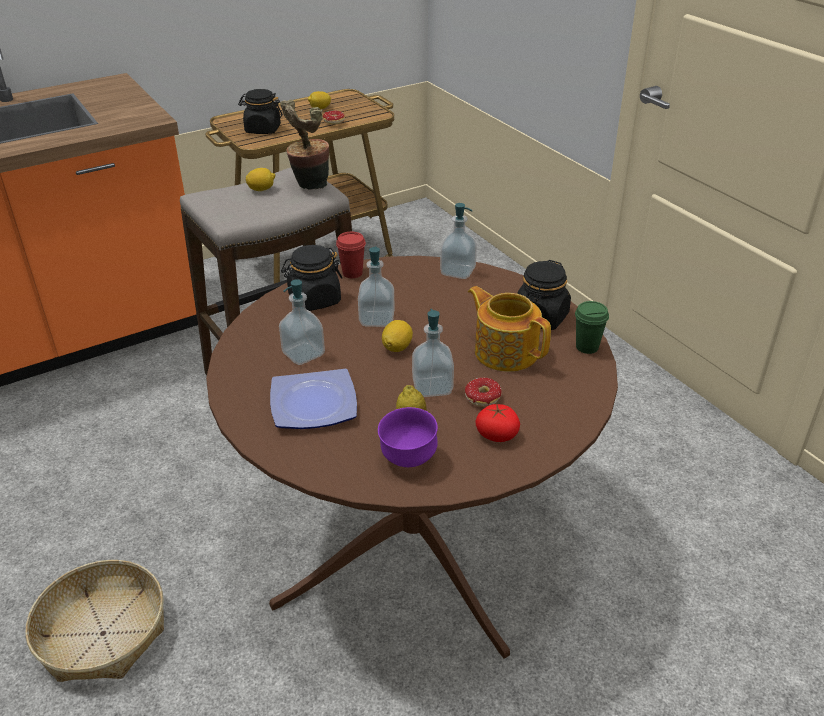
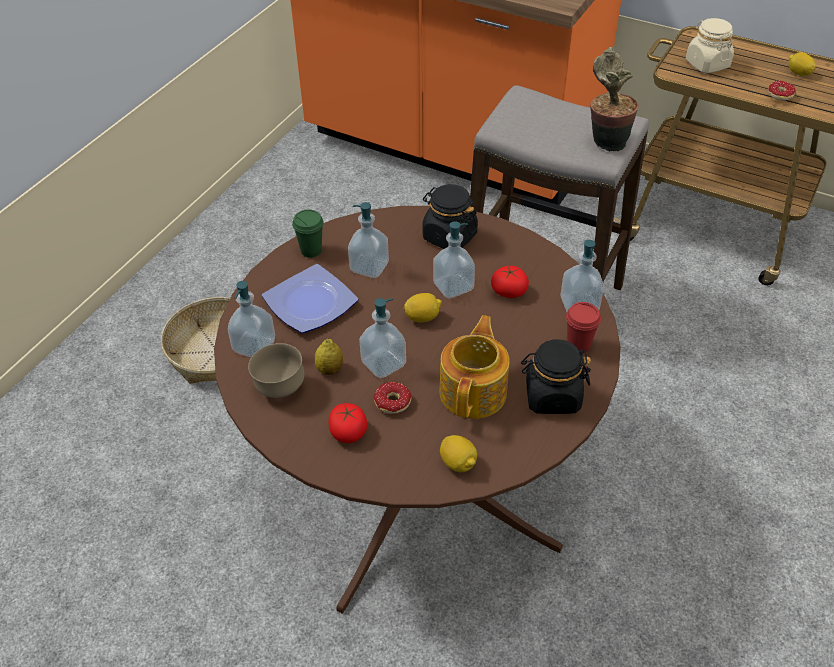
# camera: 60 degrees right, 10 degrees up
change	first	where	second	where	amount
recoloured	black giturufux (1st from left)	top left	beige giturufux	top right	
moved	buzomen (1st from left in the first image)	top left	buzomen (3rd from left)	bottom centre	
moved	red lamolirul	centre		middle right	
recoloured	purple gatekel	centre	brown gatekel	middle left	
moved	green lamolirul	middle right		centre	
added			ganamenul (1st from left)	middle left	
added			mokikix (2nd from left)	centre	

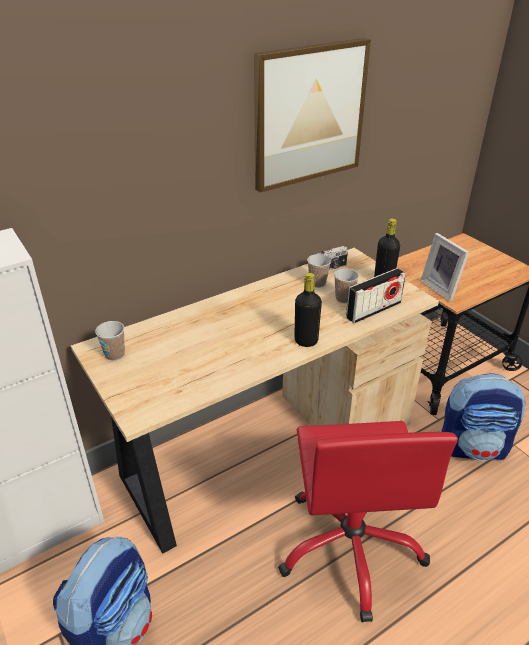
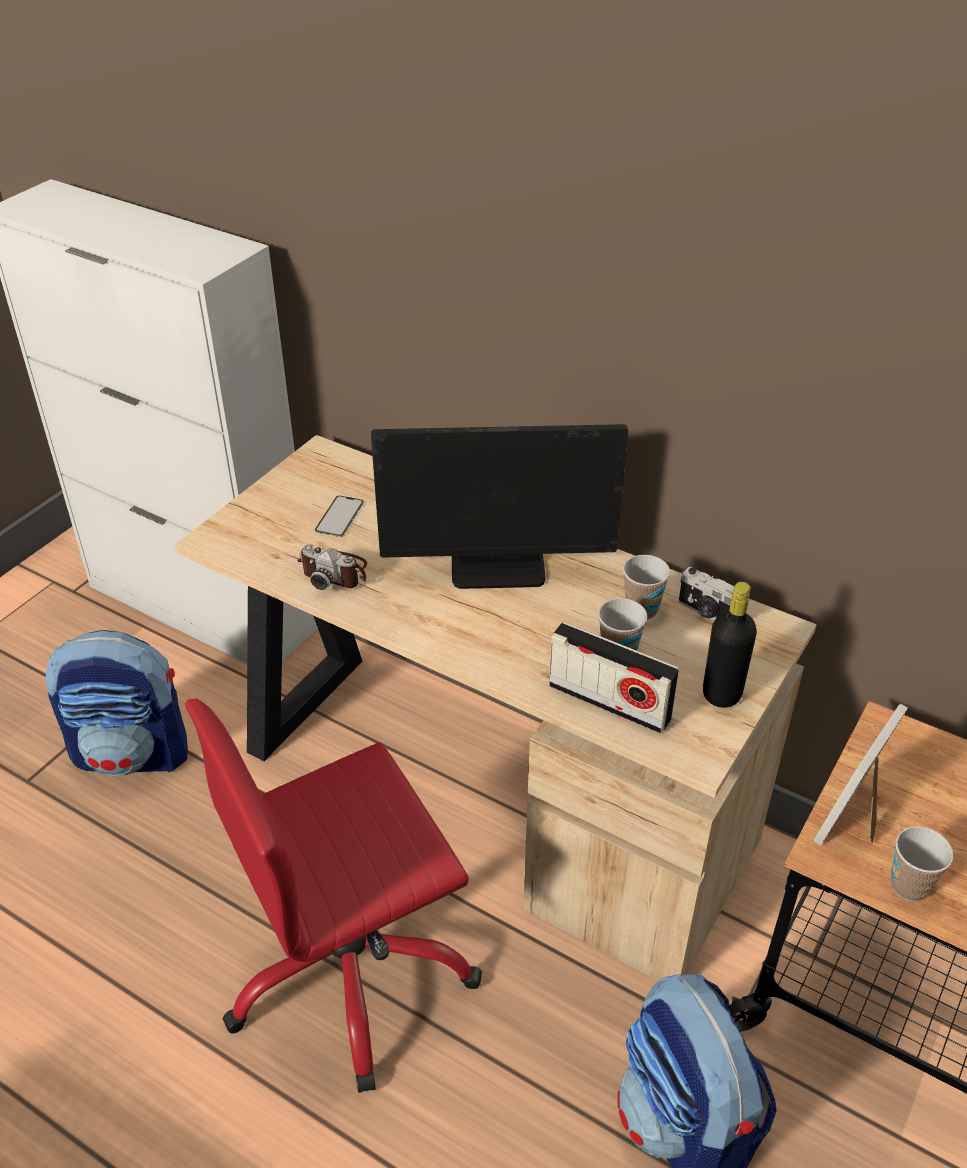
# camera: 65 degrees right, 5 degrees up
change	first	where	second	where	amount
moved	lamolirul (1st from left in the first image)	middle left	lamolirul (3rd from left)	bottom right	
removed	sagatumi	top centre			
removed	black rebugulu (1st from left)	centre			
added			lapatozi (1st from left)	centre	
added			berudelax	centre	
added			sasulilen	centre	

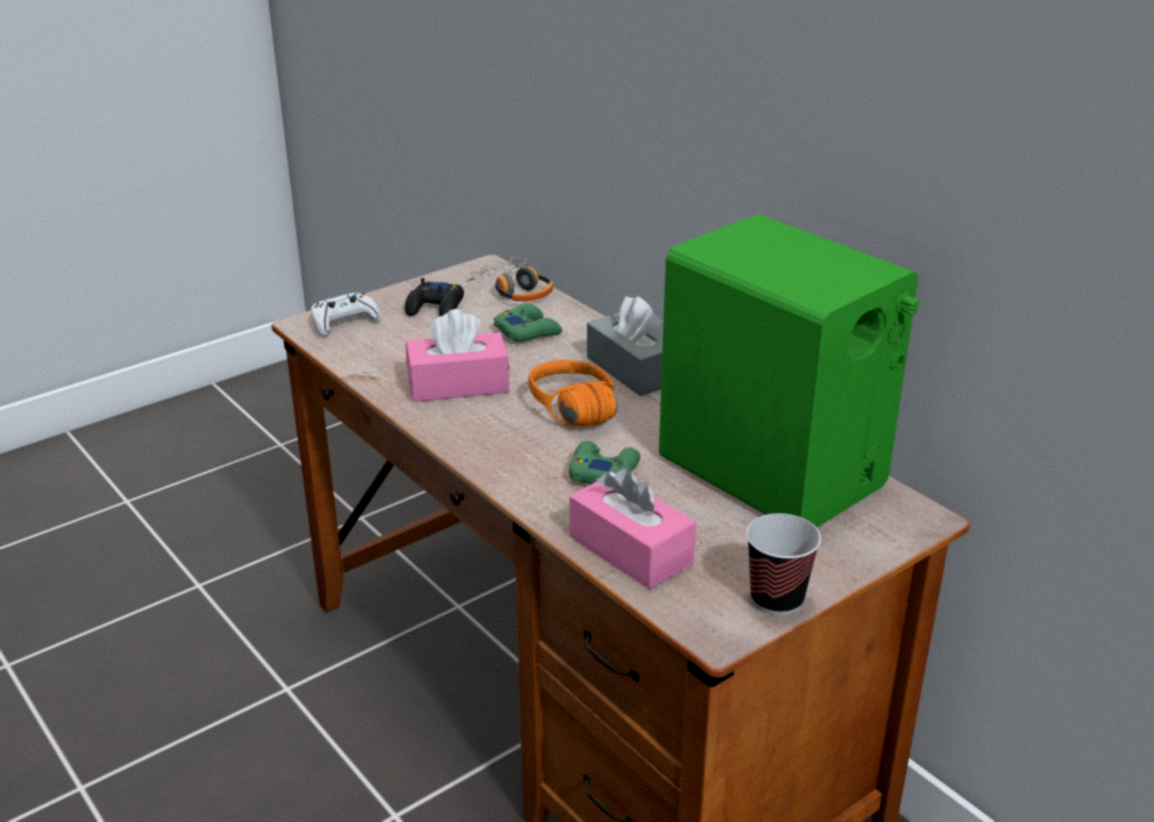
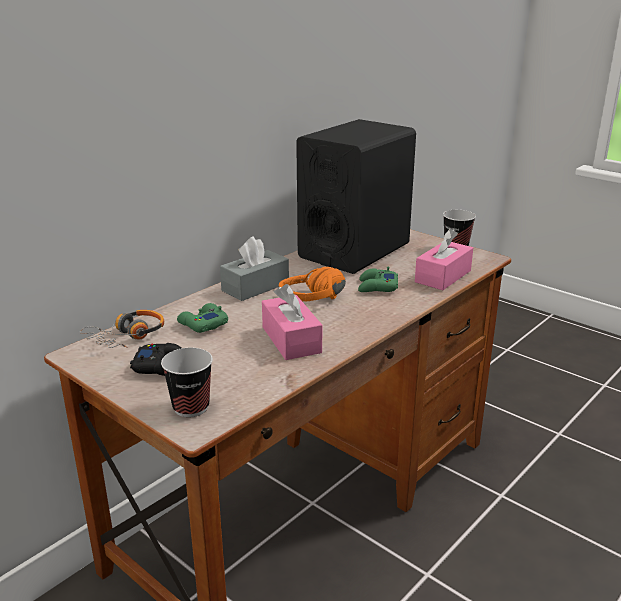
# camera: 100 degrees left, 5 degrees down
change	first	where	second	where	amount
replaced	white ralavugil	middle left	lamolirul (1st from left)	middle left	
recoloured	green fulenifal	middle right	black fulenifal	top centre	

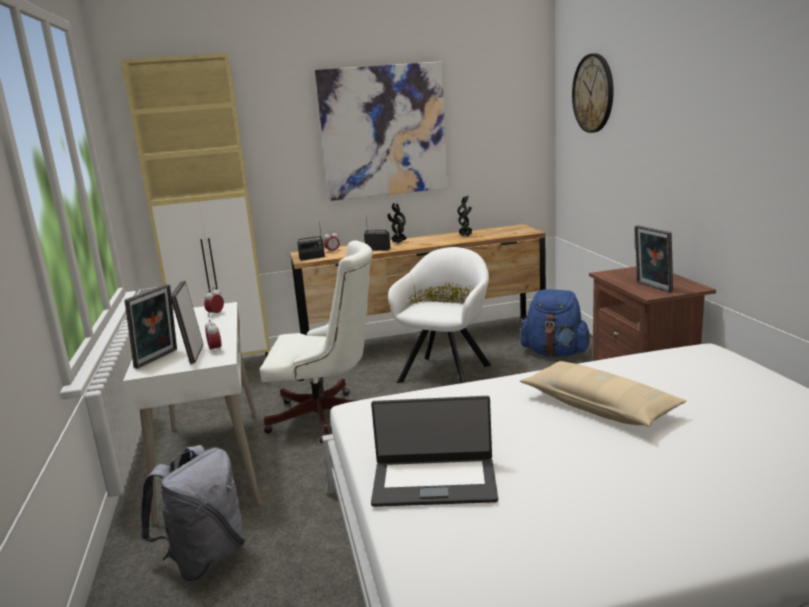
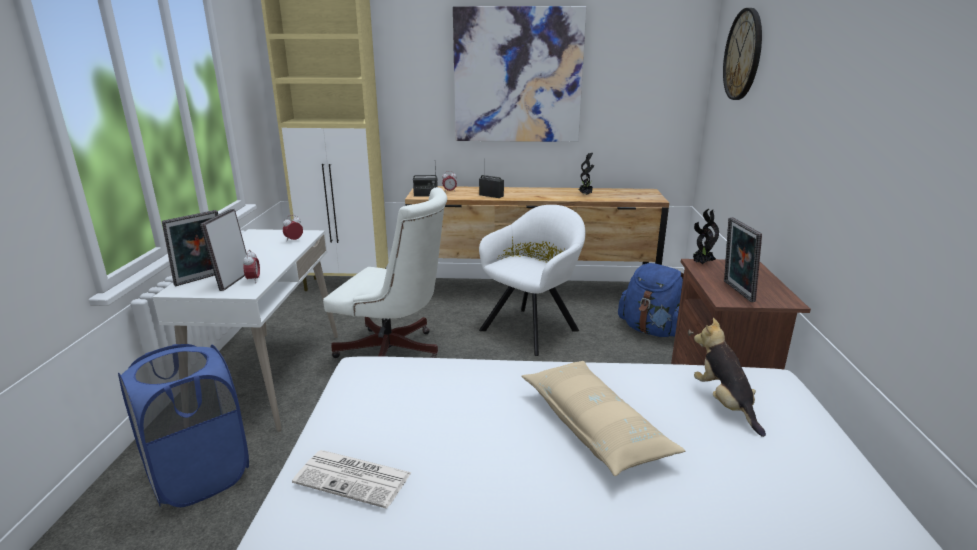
# camera: 15 degrees right, 5 degrees up
change	first	where	second	where	amount
replaced	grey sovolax	bottom left	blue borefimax	bottom left	
replaced	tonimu	bottom centre	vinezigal	bottom centre	
moved	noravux (1st from left in the first image)	centre	noravux (2nd from left)	middle right	
added			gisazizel	bottom right	

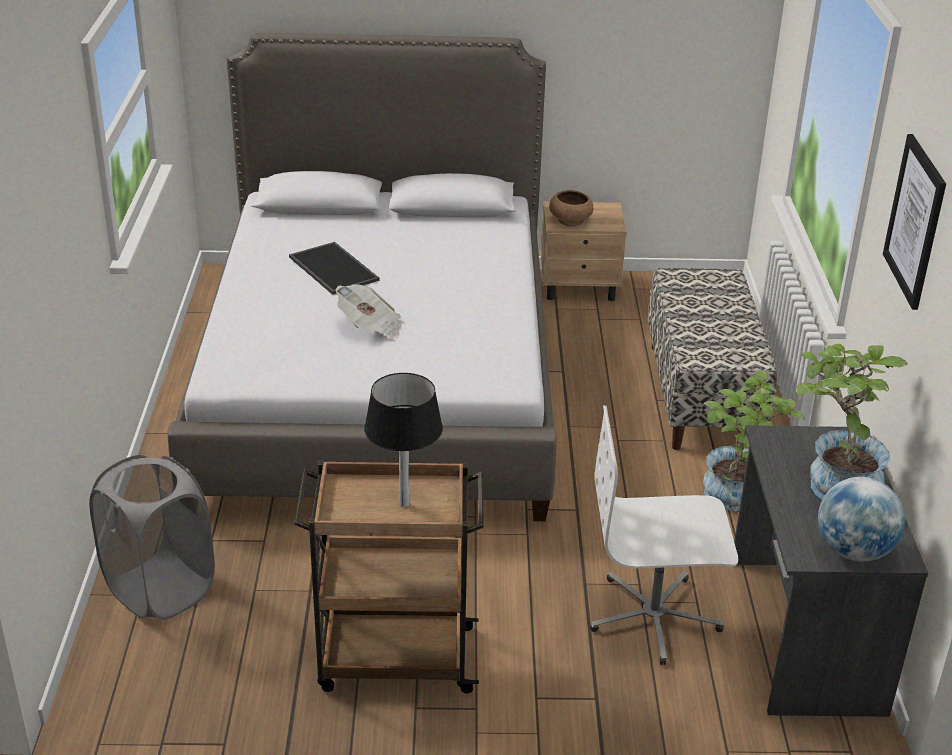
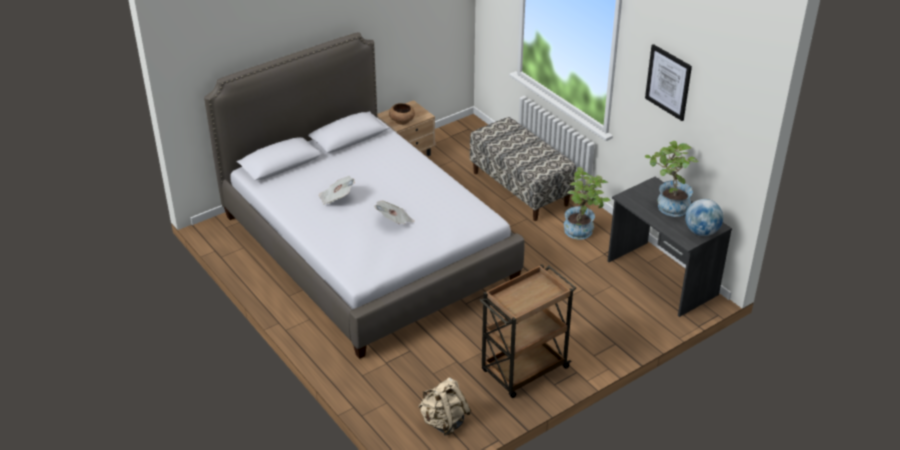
# camera: 35 degrees left, 5 degrees up
change	first	where	second	where	amount
removed	grey borefimax	bottom left			
replaced	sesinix	centre	vinezigal (1st from left)	centre	
removed	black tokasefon	centre			
removed	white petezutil	bottom right			
added			beige sovolax	bottom centre	

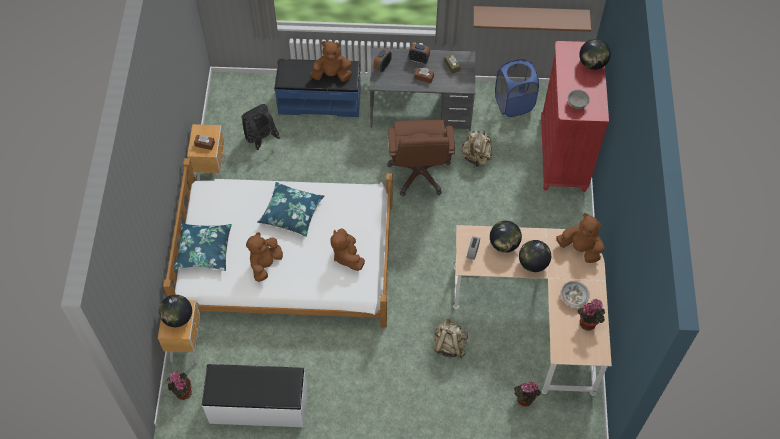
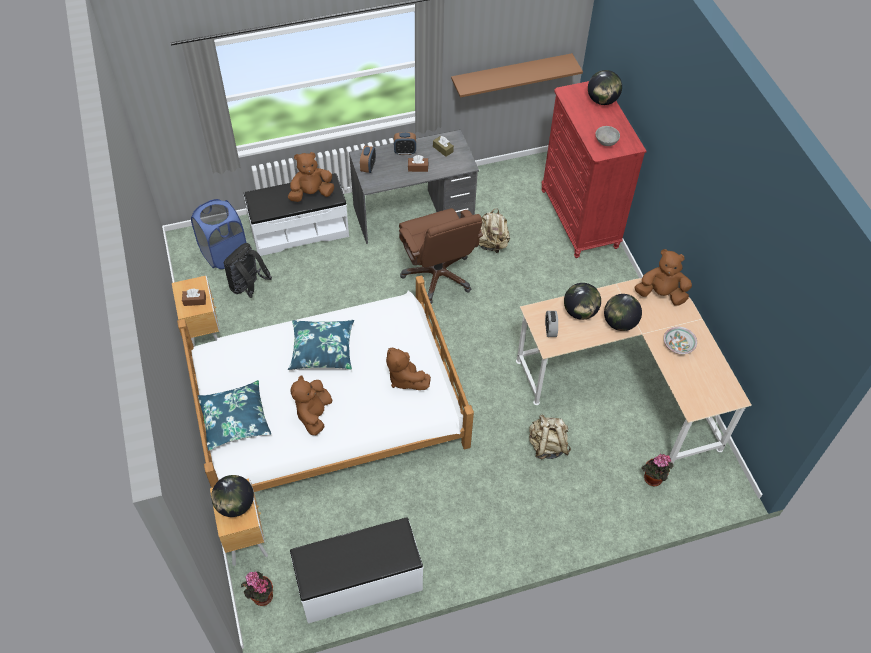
# camera: 20 degrees left, 5 degrees down
change	first	where	second	where	amount
recoloured	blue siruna	top centre	white siruna (1st from left)	top centre	
moved	blue borefimax	top centre		middle left	
removed	noravux (3rd from left)	bottom right			

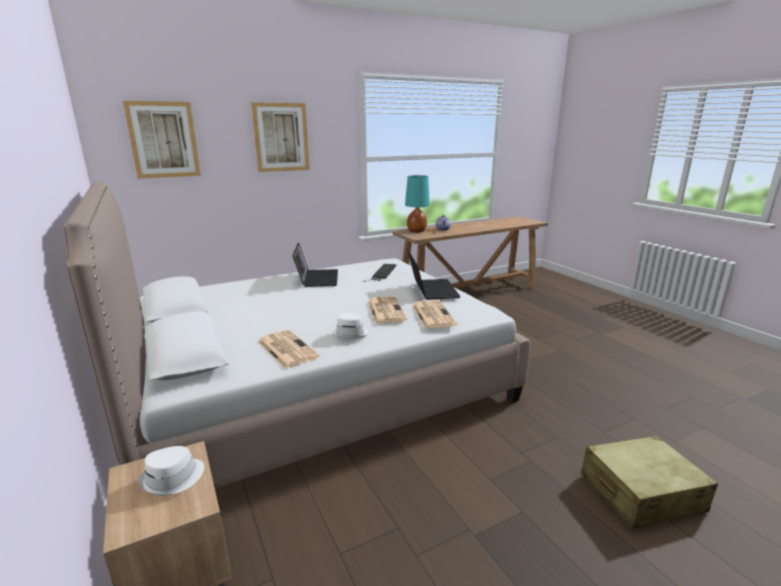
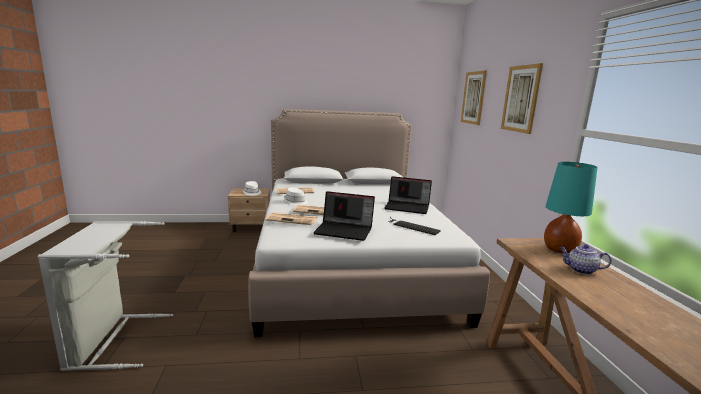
# camera: 110 degrees right, 5 degrees down
change	first	where	second	where	amount
replaced	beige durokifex	bottom right	grey borefimax	bottom left	

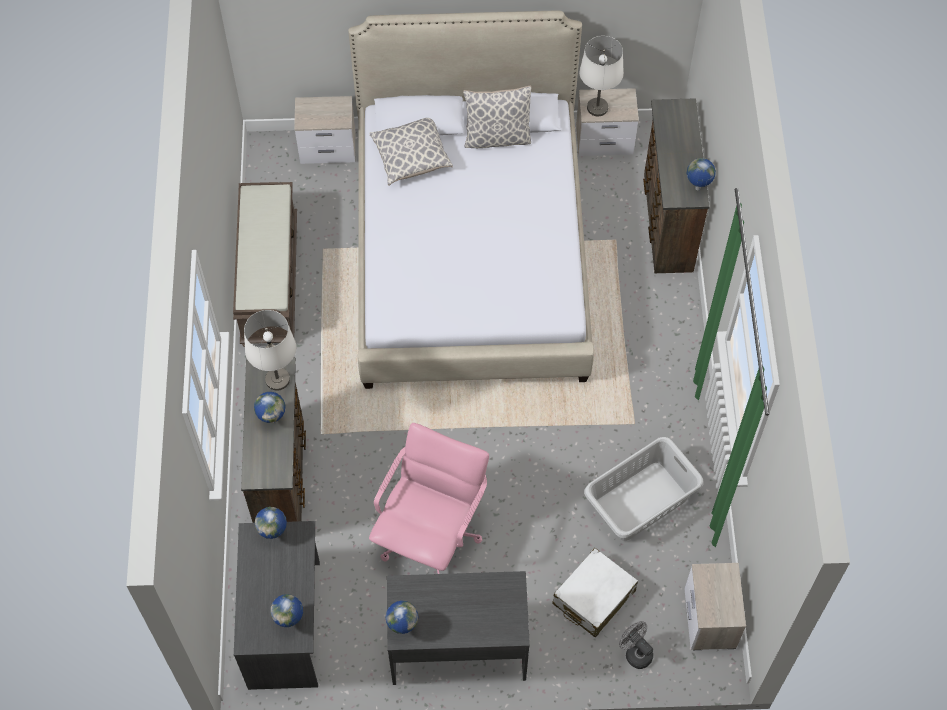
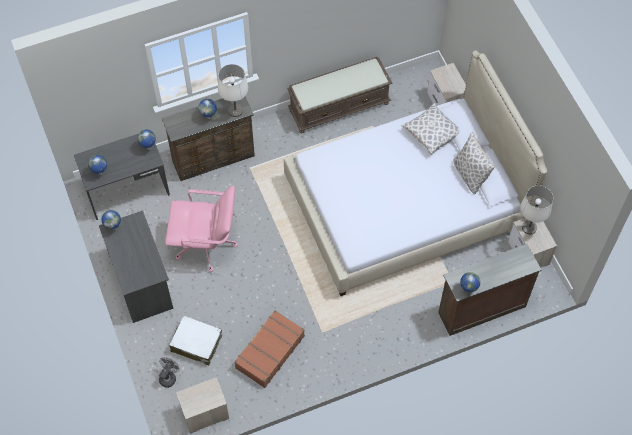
# camera: 70 degrees right, 0 degrees up
change	first	where	second	where	amount
replaced	grey borefimax	bottom right	brown durokifex	bottom centre	

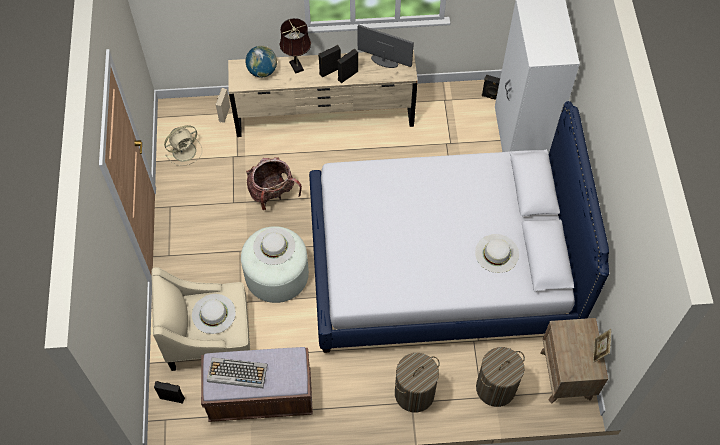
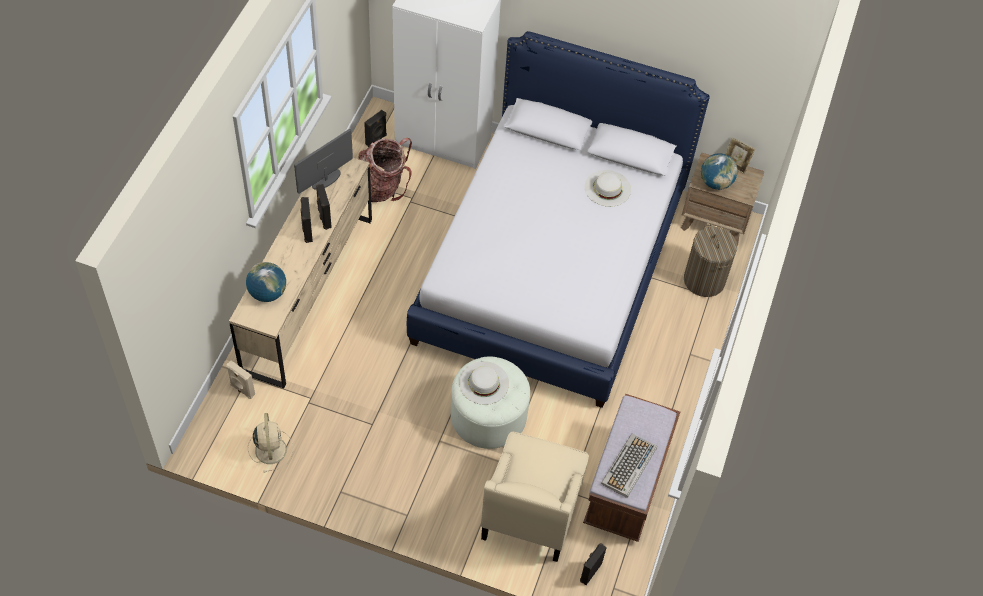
# camera: 70 degrees left, 5 degrees down
change	first	where	second	where	amount
removed	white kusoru (1st from left)	bottom left			
moved	sovolax	centre		top centre	
removed	brown tokasefon	top centre			
removed	borefimax (1st from left)	bottom centre			
added			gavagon (2nd from left)	top right	

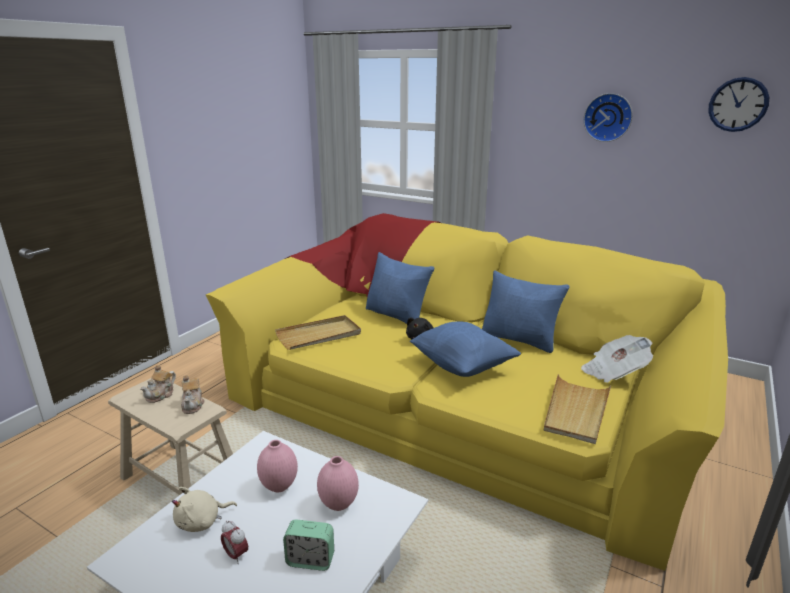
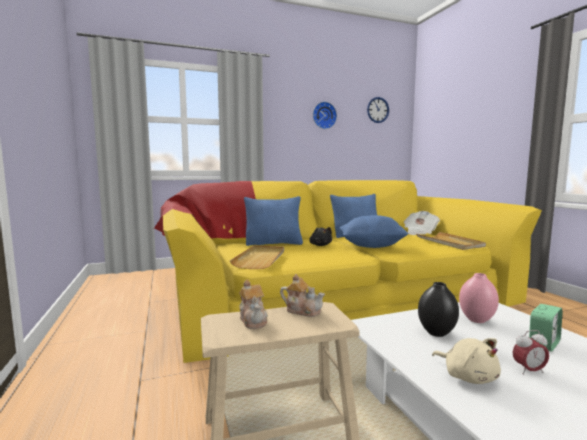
# camera: 50 degrees left, 15 degrees down
change	first	where	second	where	amount
turned	beige gisazizel	bottom left		bottom right	45 degrees counterclockwise
recoloured	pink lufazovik (1st from left)	bottom centre	black lufazovik	bottom right	

